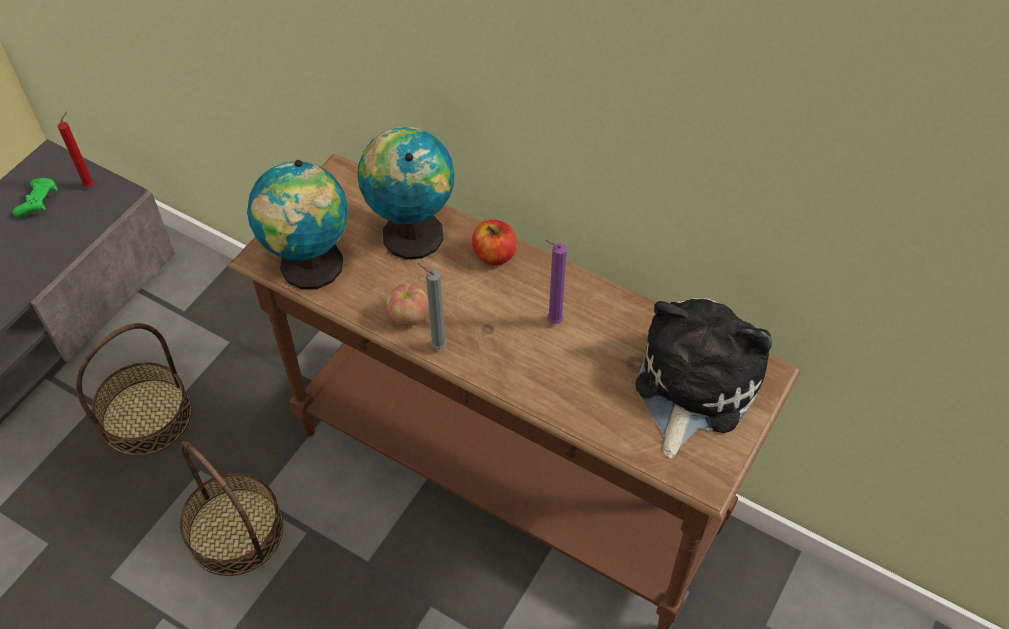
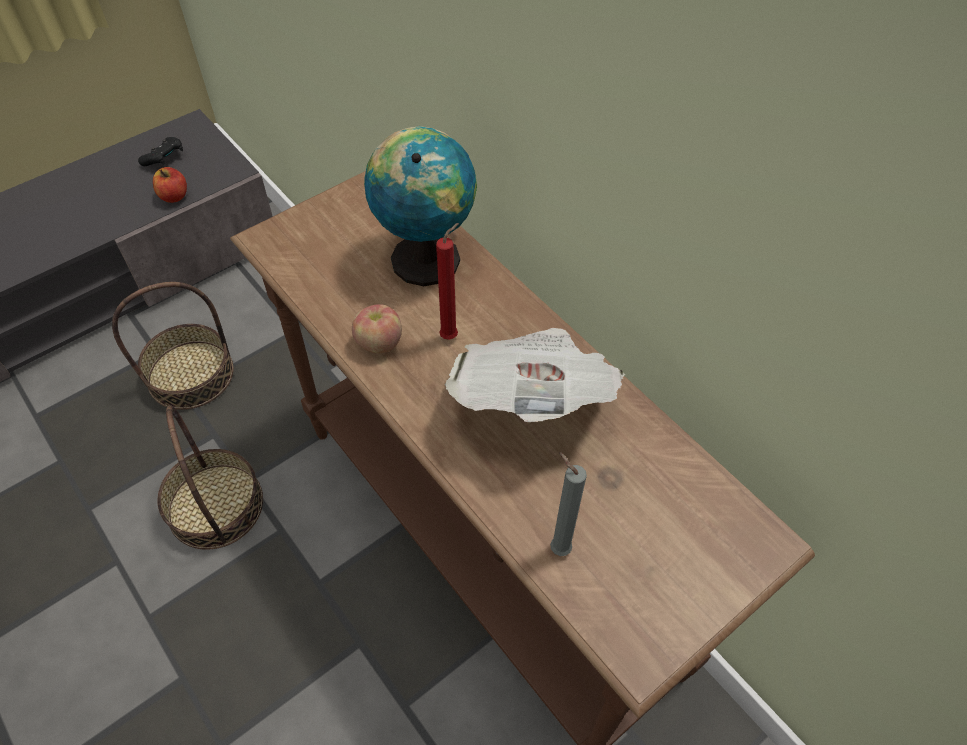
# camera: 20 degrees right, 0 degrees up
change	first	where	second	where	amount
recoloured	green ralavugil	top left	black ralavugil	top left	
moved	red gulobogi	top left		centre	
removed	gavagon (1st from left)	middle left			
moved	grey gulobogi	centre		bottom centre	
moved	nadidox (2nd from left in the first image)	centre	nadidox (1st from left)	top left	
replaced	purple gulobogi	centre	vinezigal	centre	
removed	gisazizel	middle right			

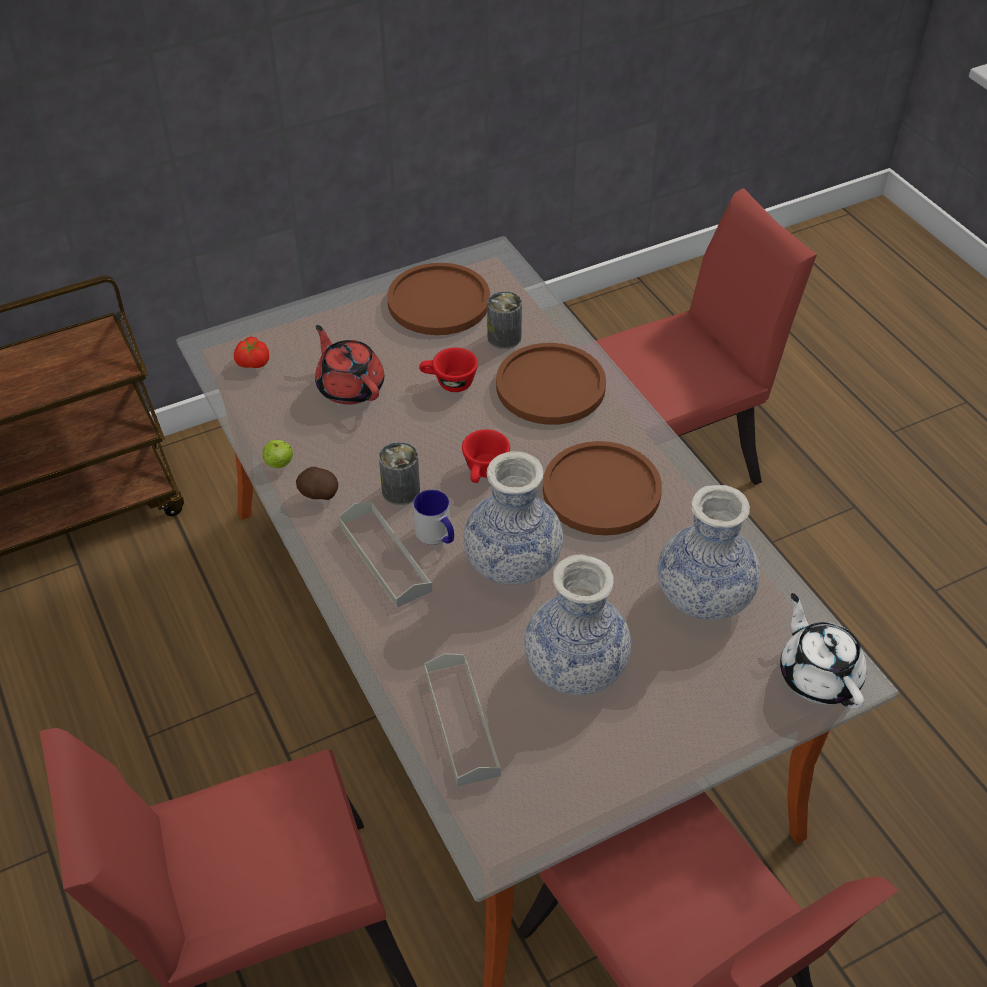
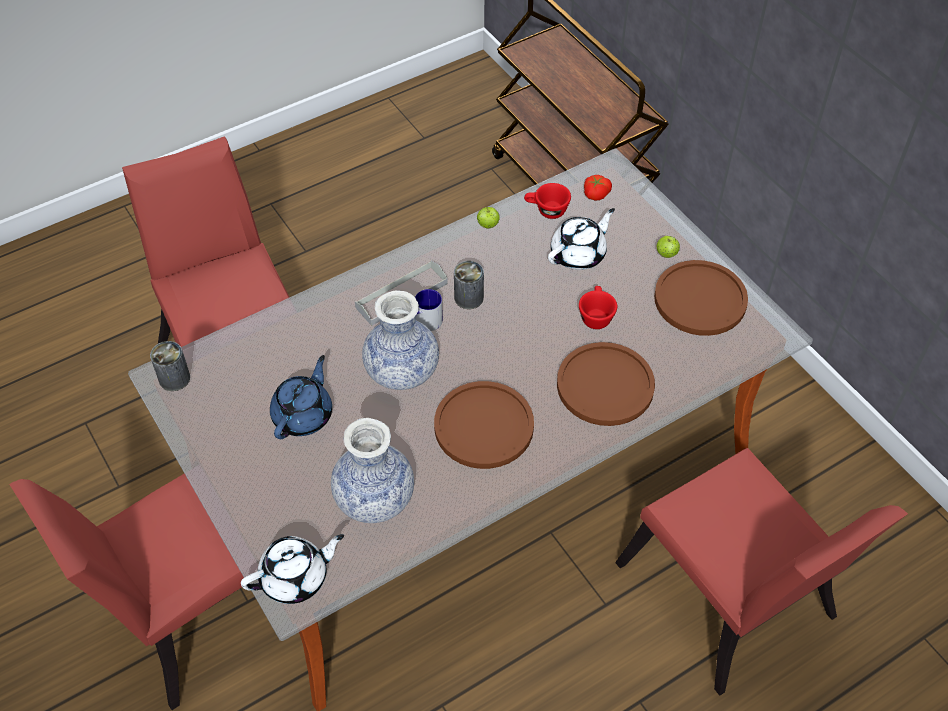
# camera: 85 degrees right, 5 degrees up
change	first	where	second	where	amount
removed	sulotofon	middle left			
recoloured	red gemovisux	centre	white gemovisux (2nd from left)	centre	
removed	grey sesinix (2nd from left)	bottom centre			
moved	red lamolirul (2nd from left in the first image)	centre	red lamolirul (1st from left)	top centre	
moved	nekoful (2nd from left in the first image)	top centre	nekoful (1st from left)	middle left	
replaced	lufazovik (2nd from left)	centre	blue gemovisux	middle left	
added			nadidox (2nd from left)	middle right	

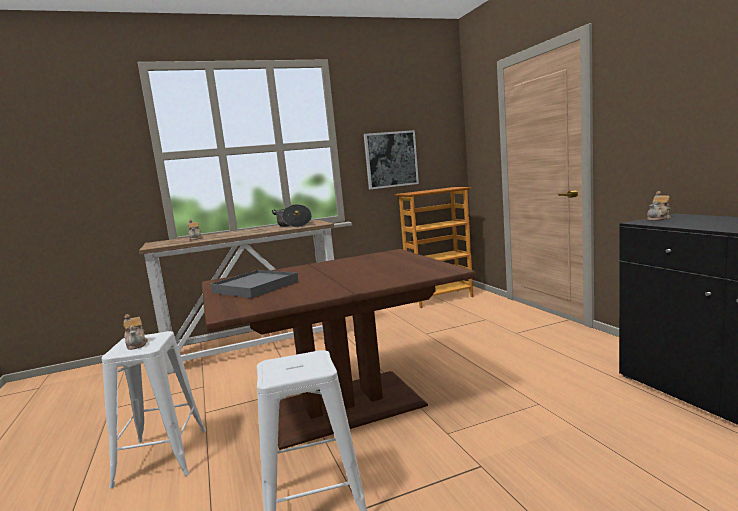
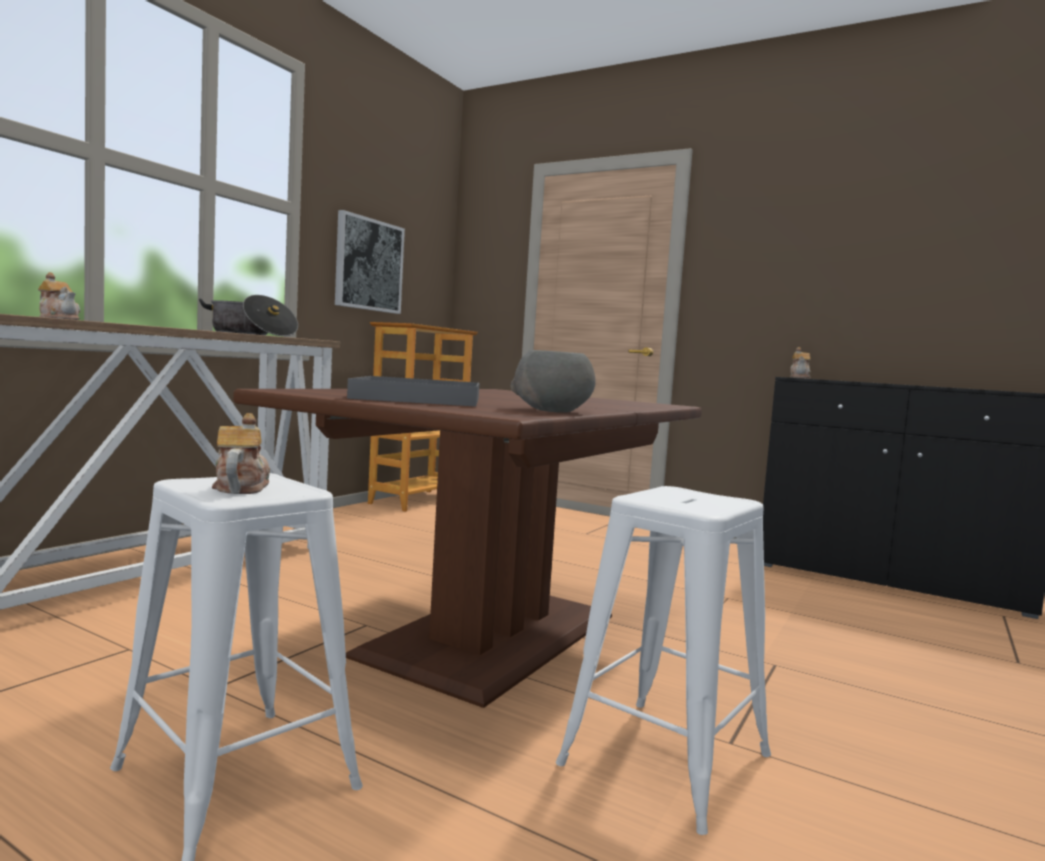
# camera: 40 degrees left, 5 degrees down
change	first	where	second	where	amount
turned	gemovisux (1st from left in the first image)	middle left	gemovisux (2nd from left)	middle left	120 degrees counterclockwise
added			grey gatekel	centre	

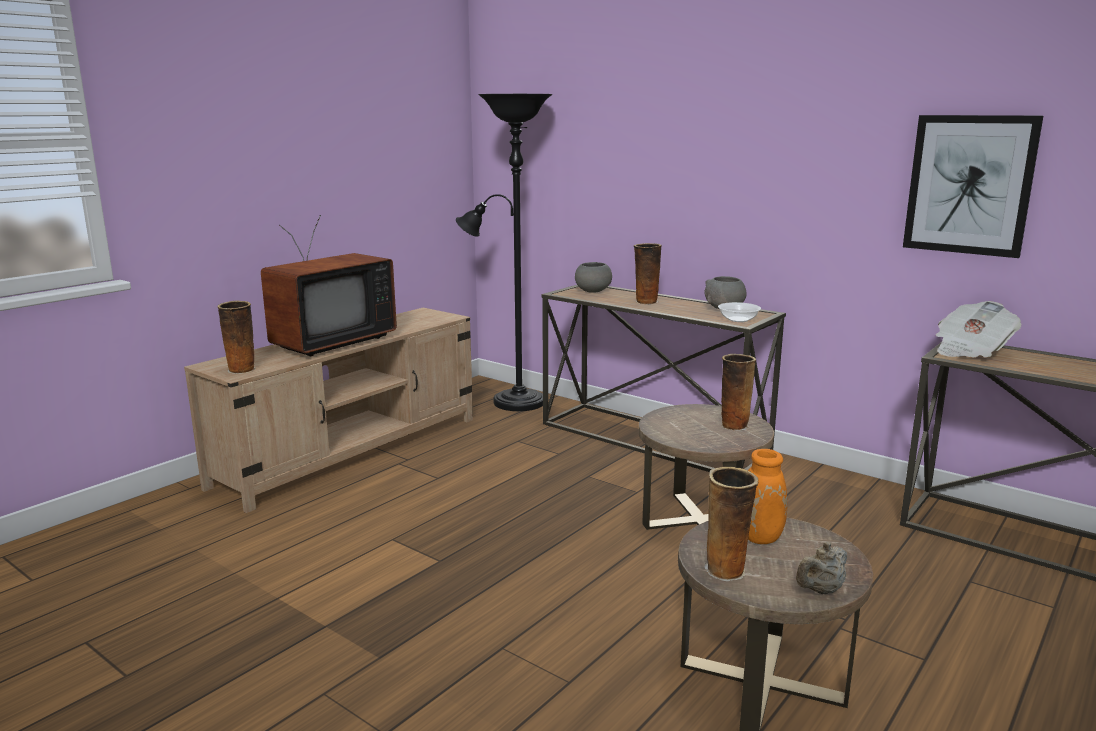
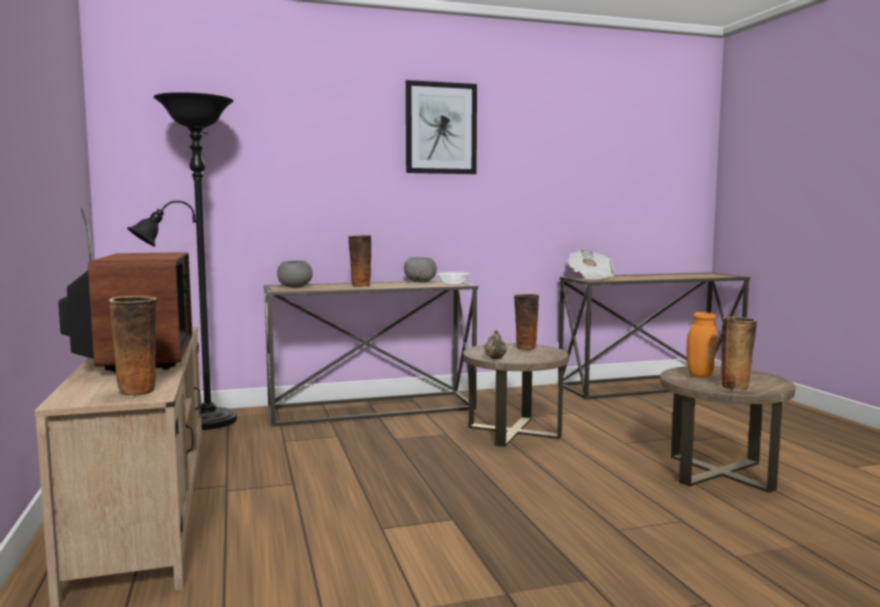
# camera: 55 degrees left, 10 degrees down
change	first	where	second	where	amount
moved	beige gemovisux	bottom right		centre	
moved	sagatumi	top right		top centre	

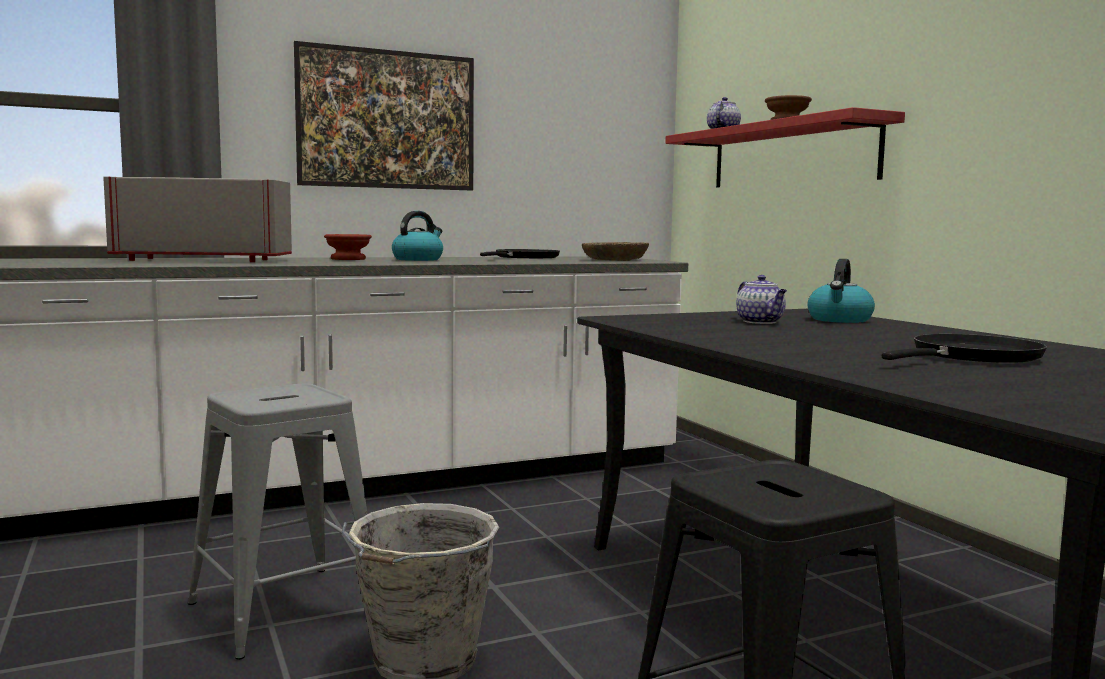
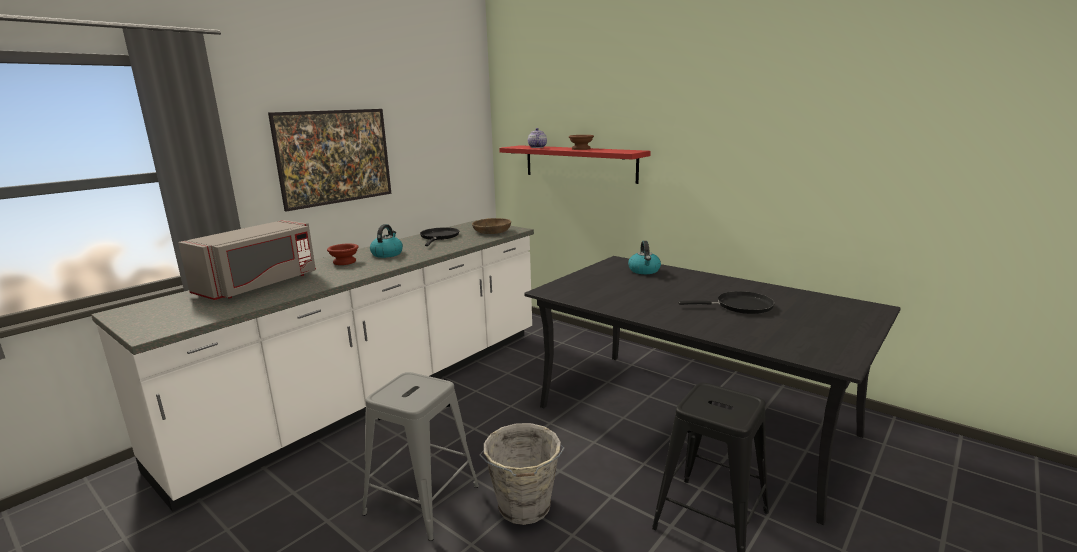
# camera: 25 degrees left, 10 degrees up
change	first	where	second	where	amount
turned	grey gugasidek	top left		middle left	150 degrees clockwise
removed	gemovisux (2nd from left)	middle right			
turned	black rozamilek (2nd from left)	middle right		middle right	60 degrees clockwise

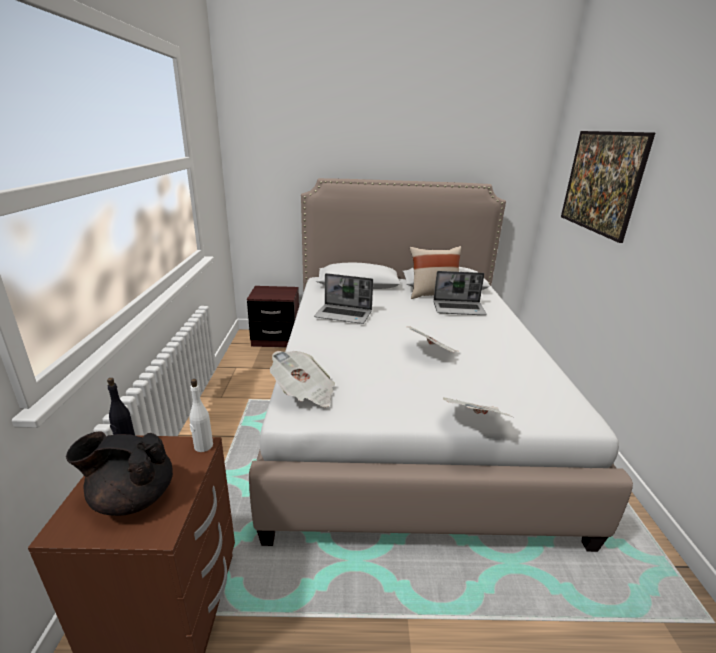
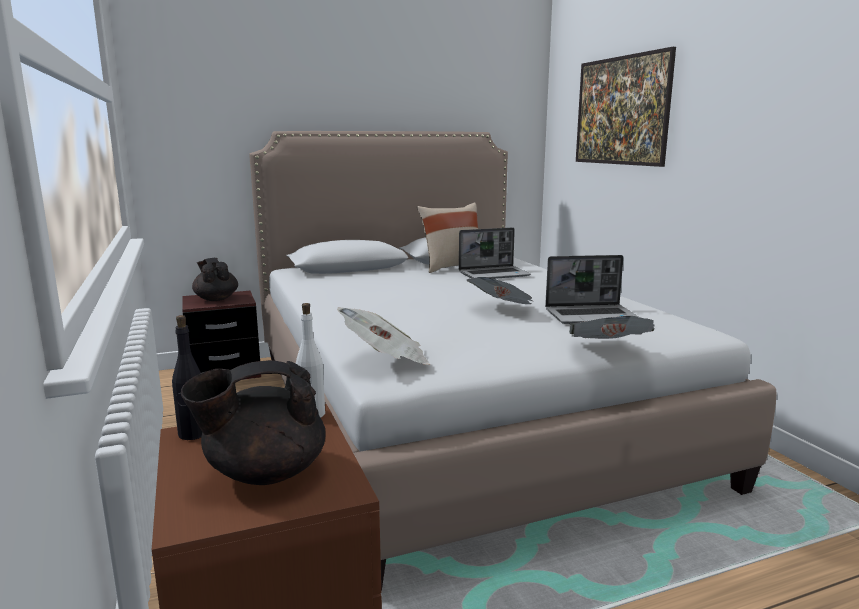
# camera: 20 degrees left, 10 degrees down
change	first	where	second	where	amount
moved	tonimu (1st from left in the first image)	centre	tonimu (2nd from left)	middle right	
added			black gemovisux (1st from left)	middle left	

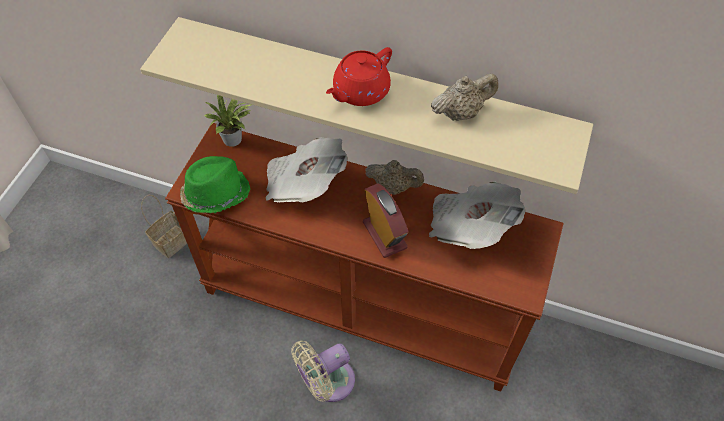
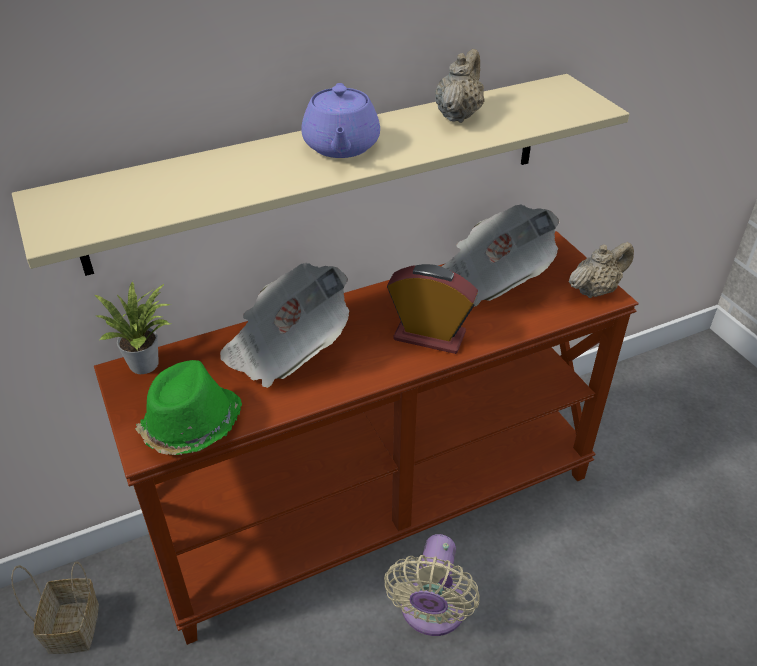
# camera: 45 degrees left, 15 degrees down
change	first	where	second	where	amount
recoloured	red gemovisux	top centre	purple gemovisux	top centre	
moved	beige gemovisux (1st from left in the first image)	centre	beige gemovisux (2nd from left)	middle right	

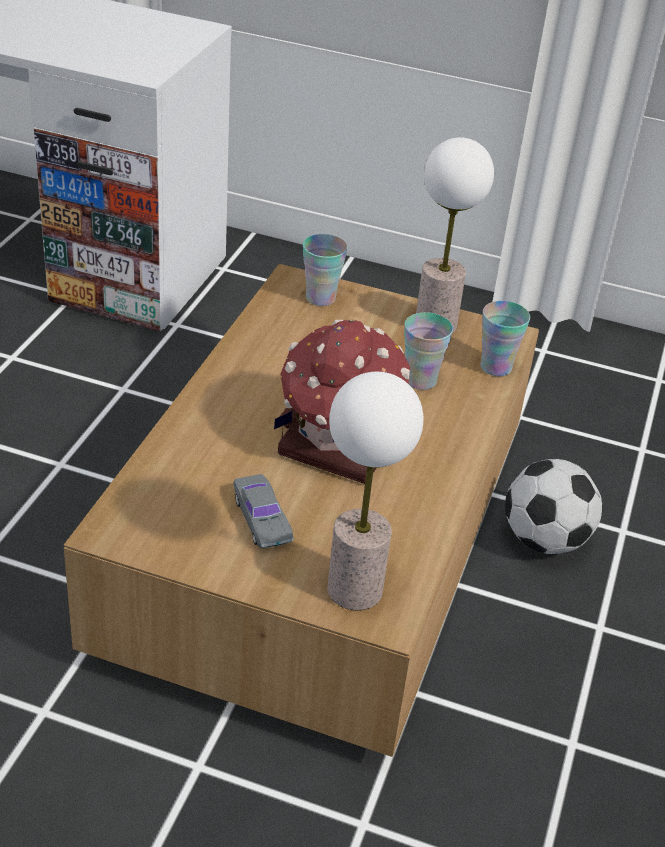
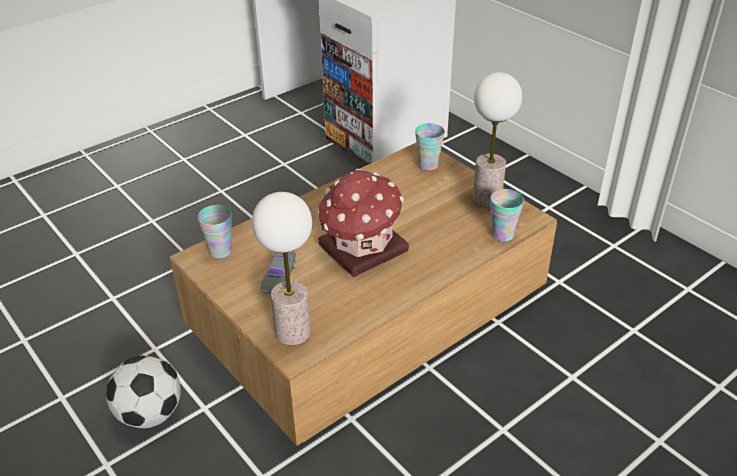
# camera: 35 degrees right, 0 degrees up
change	first	where	second	where	amount
moved	lamolirul (2nd from left in the first image)	centre	lamolirul (1st from left)	middle left	
moved	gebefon	middle right		bottom left	

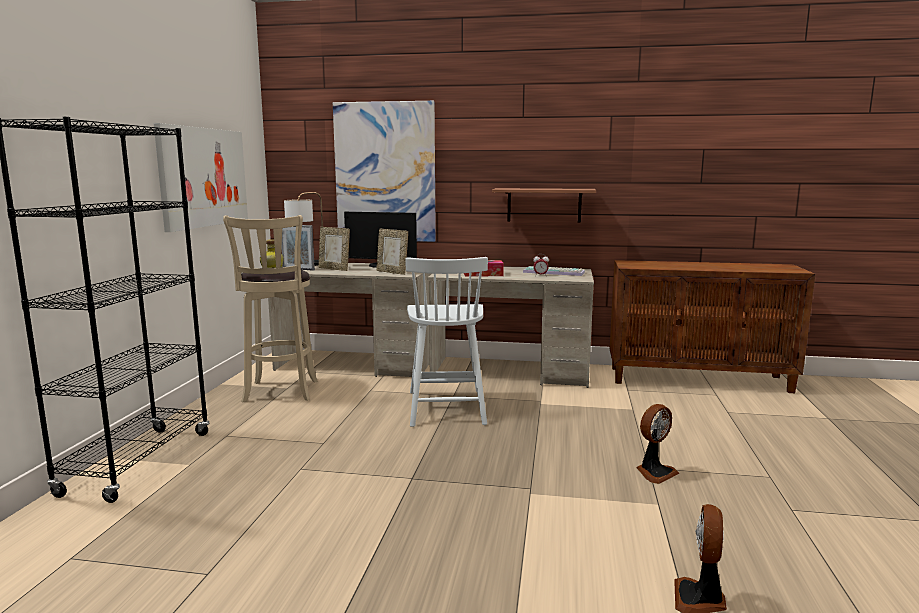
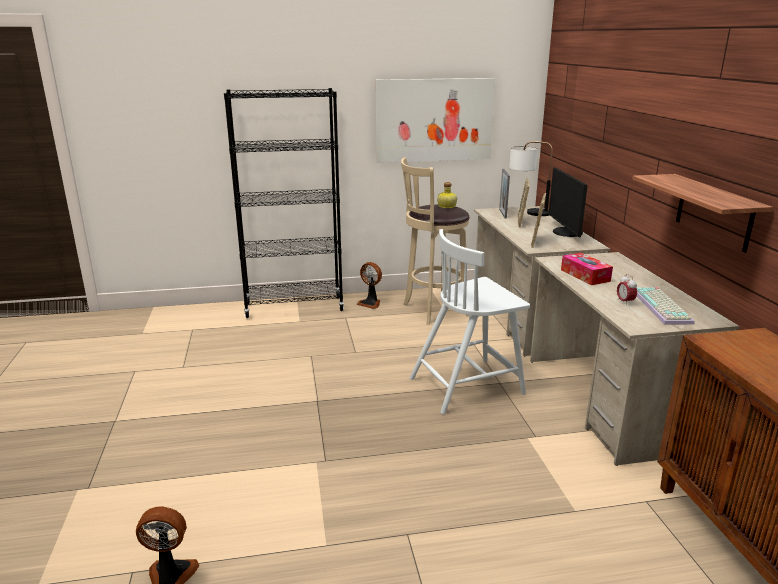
# camera: 70 degrees right, 10 degrees up
change	first	where	second	where	amount
removed	sagatumi (2nd from left)	top centre			
moved	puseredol (1st from left in the first image)	bottom right	puseredol (2nd from left)	centre	

